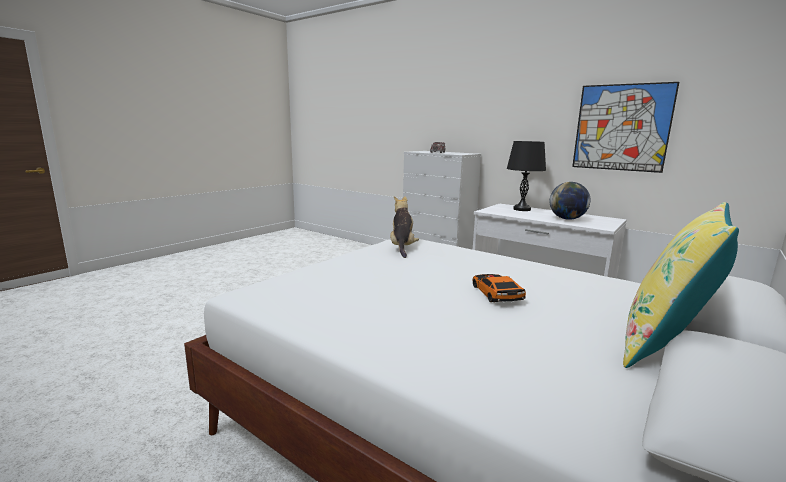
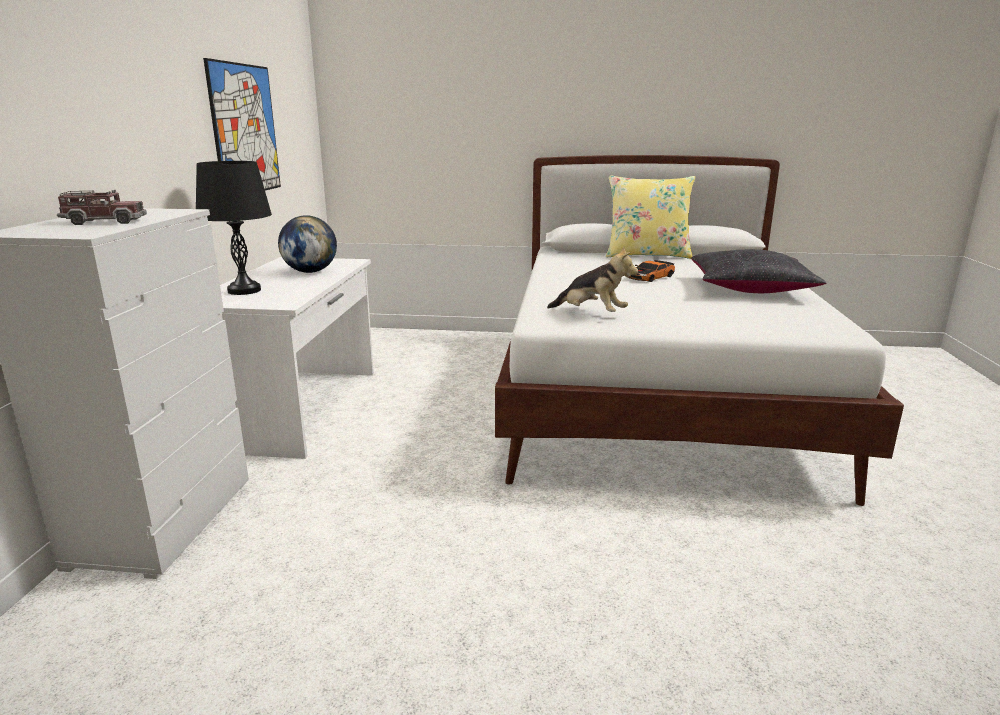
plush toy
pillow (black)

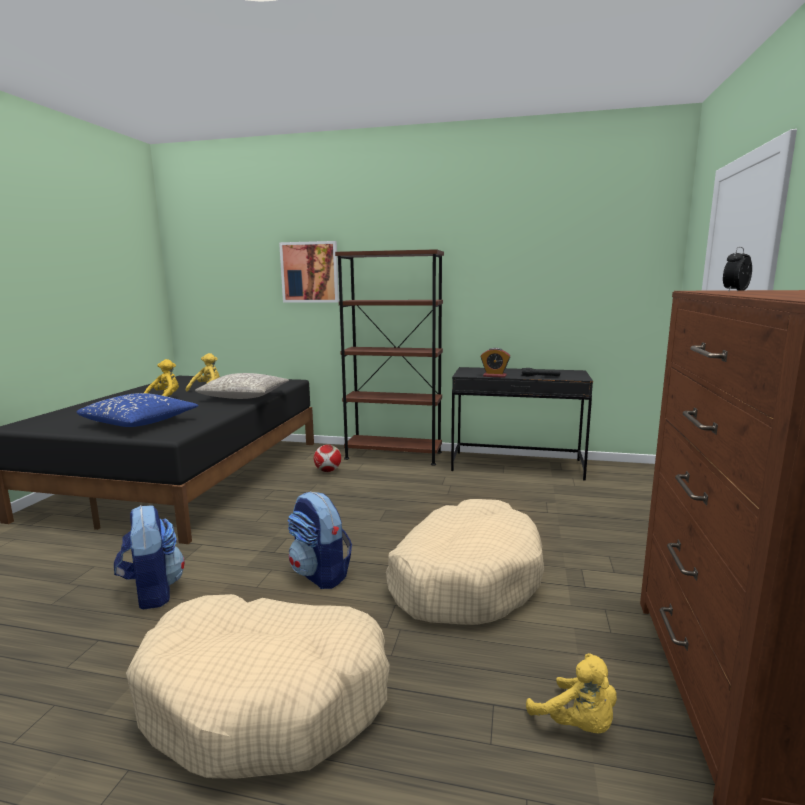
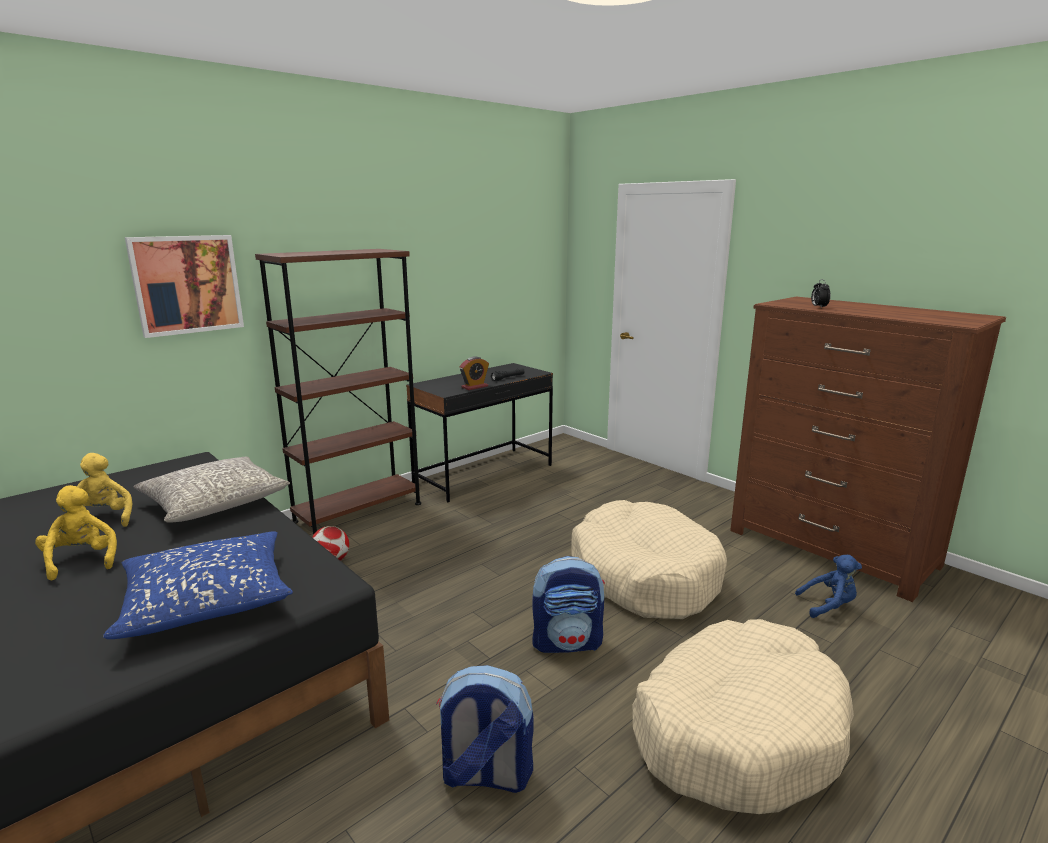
plush toy (blue)

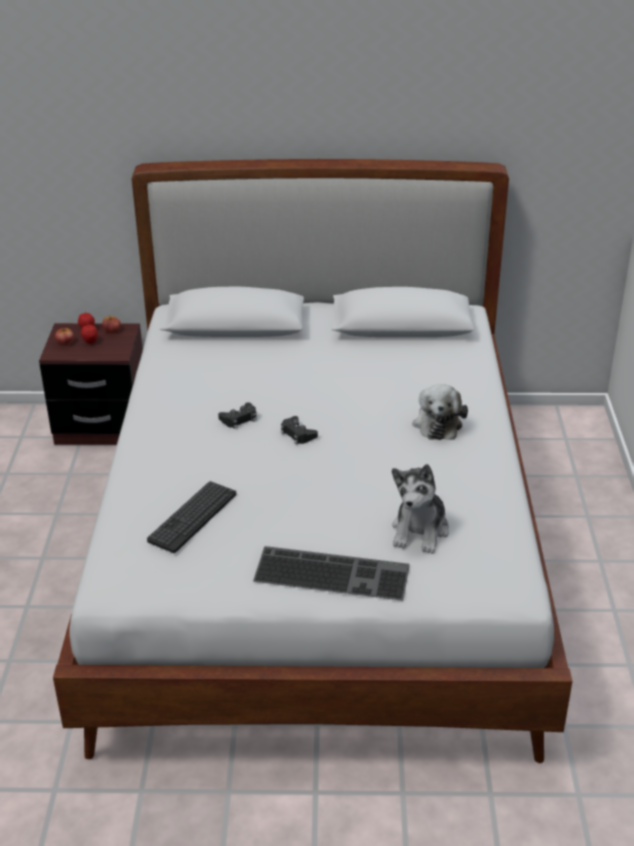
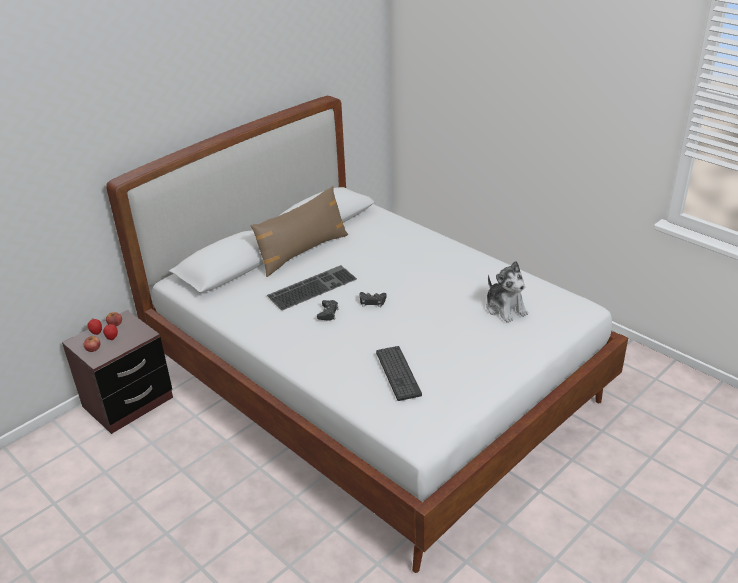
plush toy (no. 2 from left in the first image)
PC keyboard (no. 1 from left)
pillow (brown-coloured)

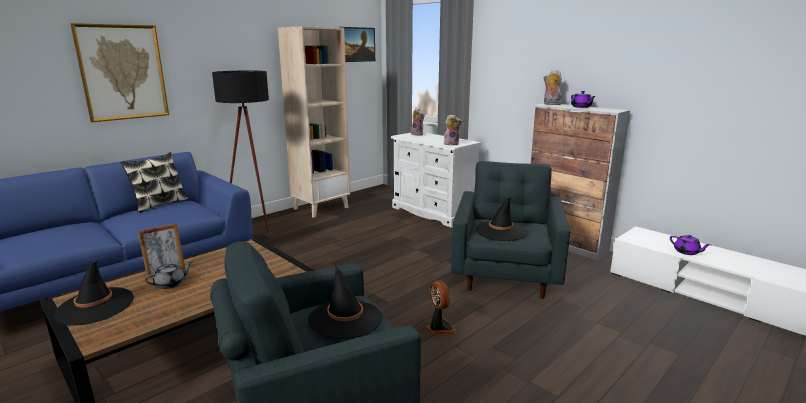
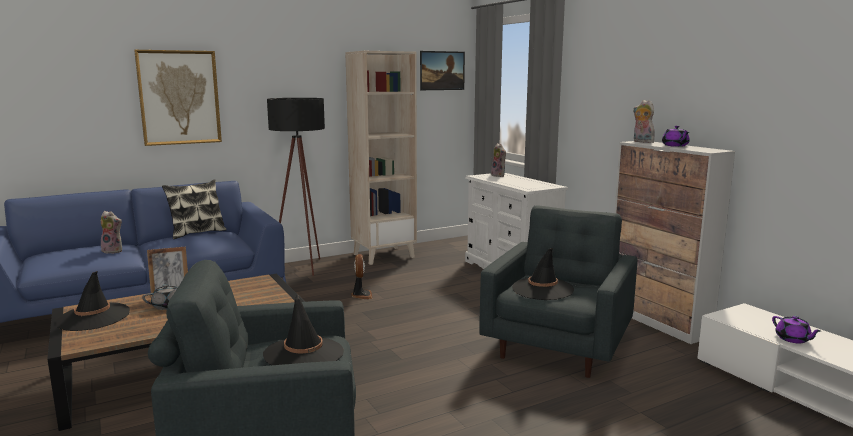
plush toy (no. 1 from left)
electric fan

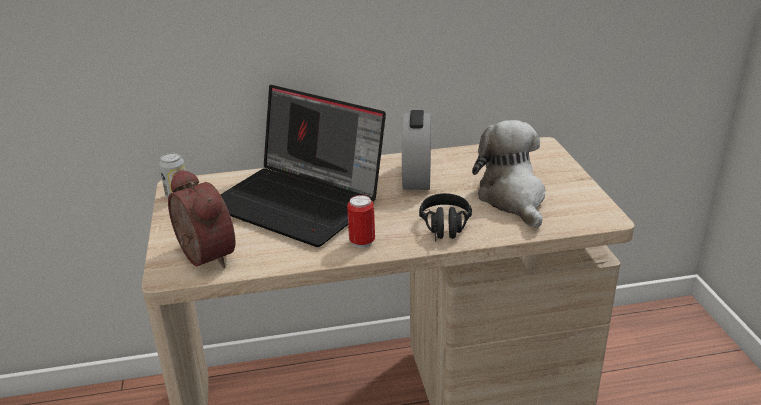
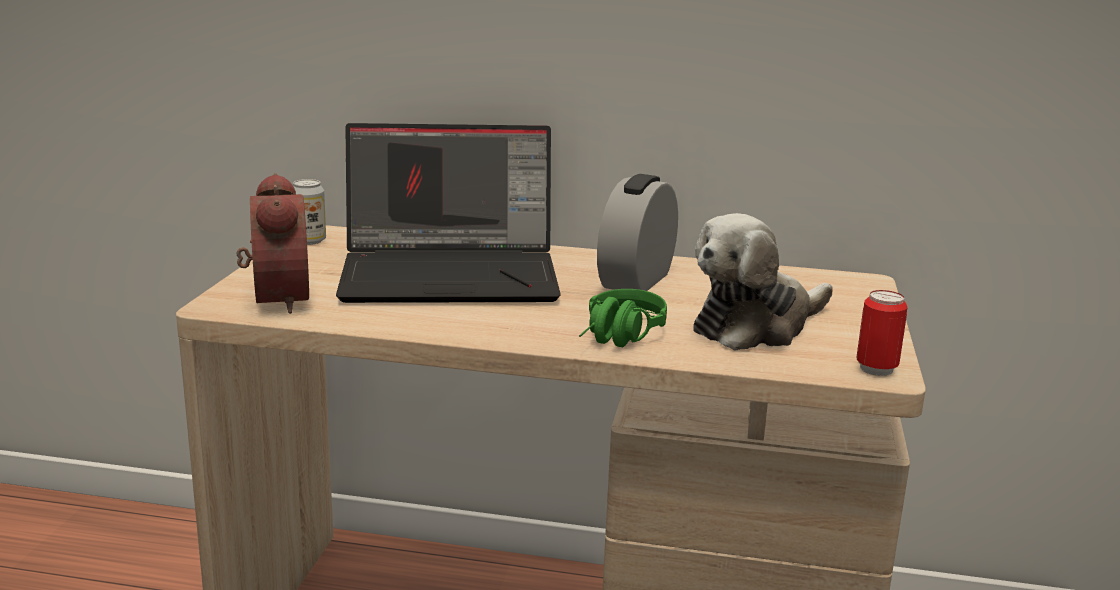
laptop
plush toy
pair of headphones (greenish)
metal can (no. 2 from left)

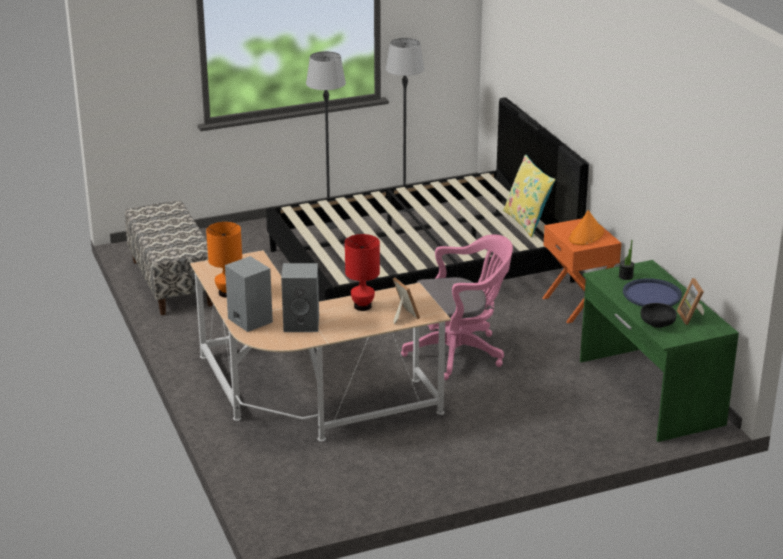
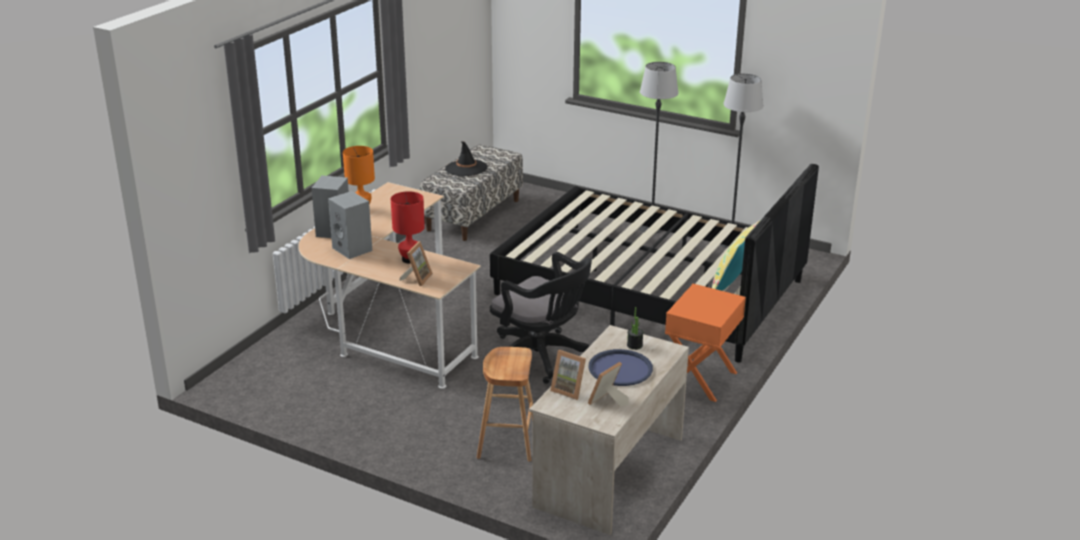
hat (orangey)
computer chair (black)
desk unit (beige) (no. 2 from left)
standing frame (no. 2 from left)
hat (black)
stool seat (brown-coloured)

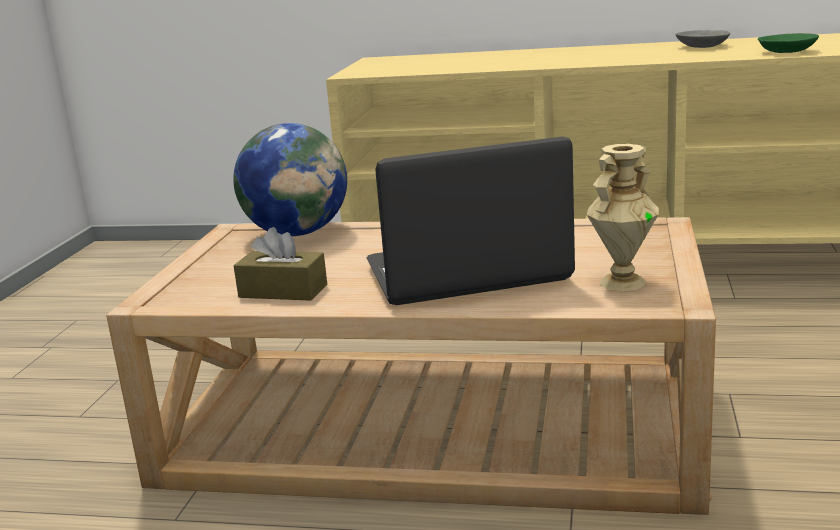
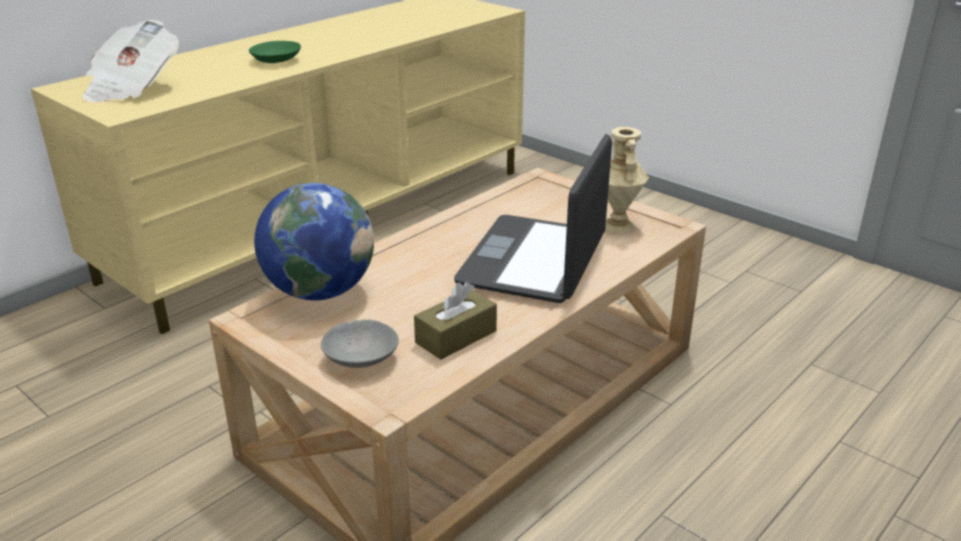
deep dish (grey)
deep dish (greenish)
printed paper

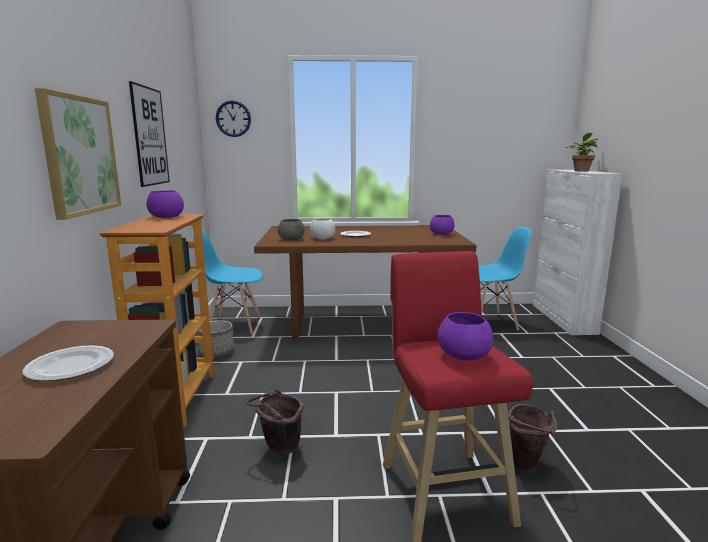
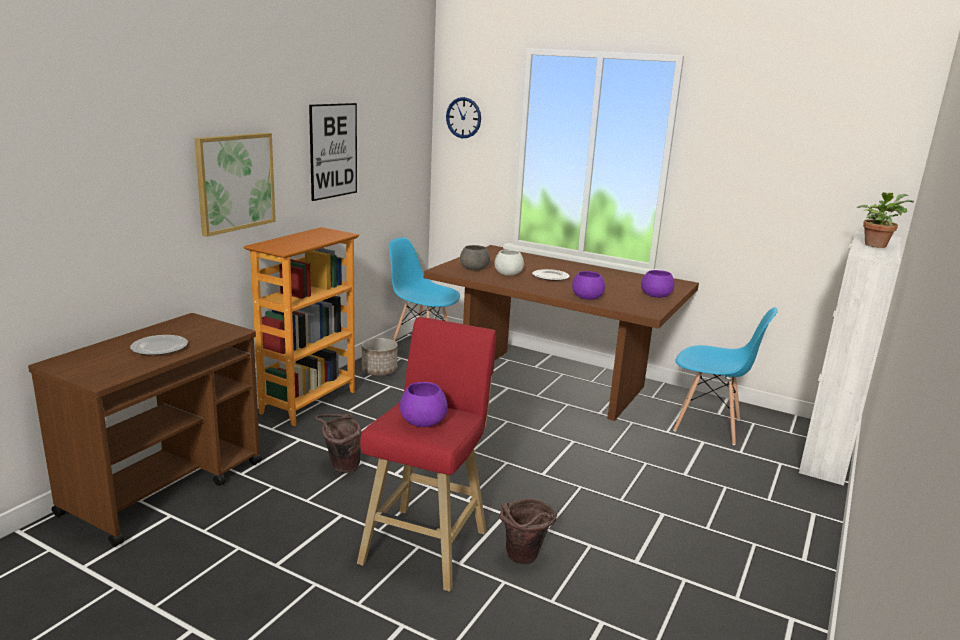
deep dish (purplish) (no. 2 from left)

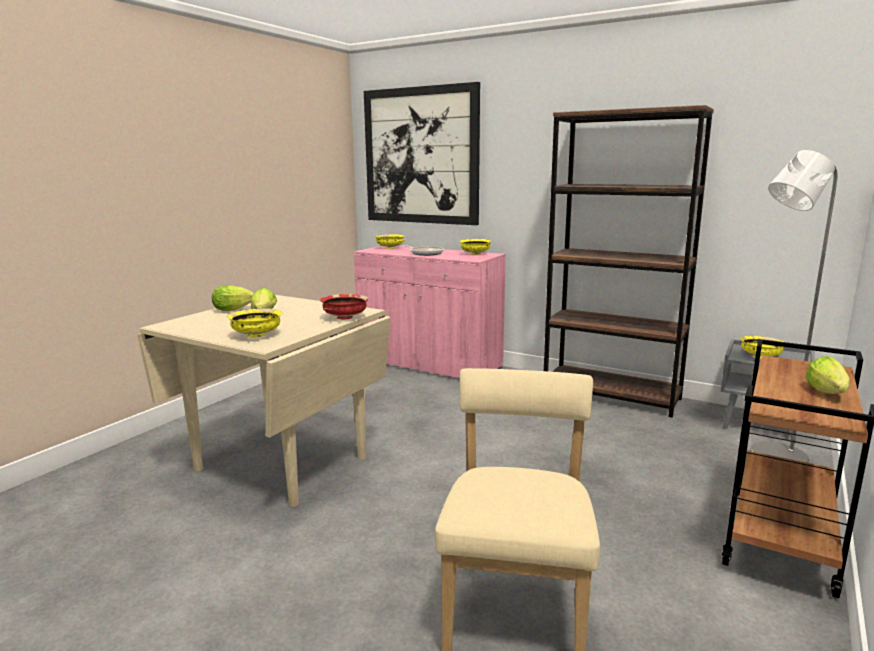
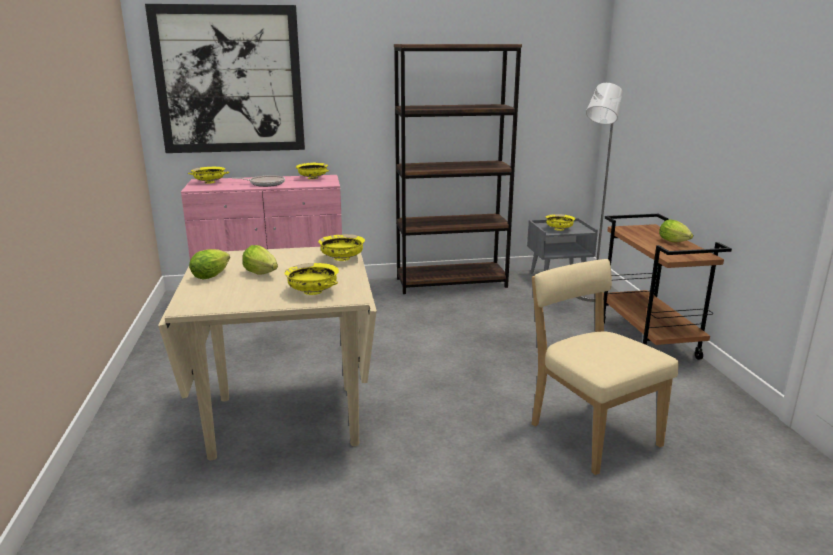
deep dish (yellow-coloured) (no. 4 from left)

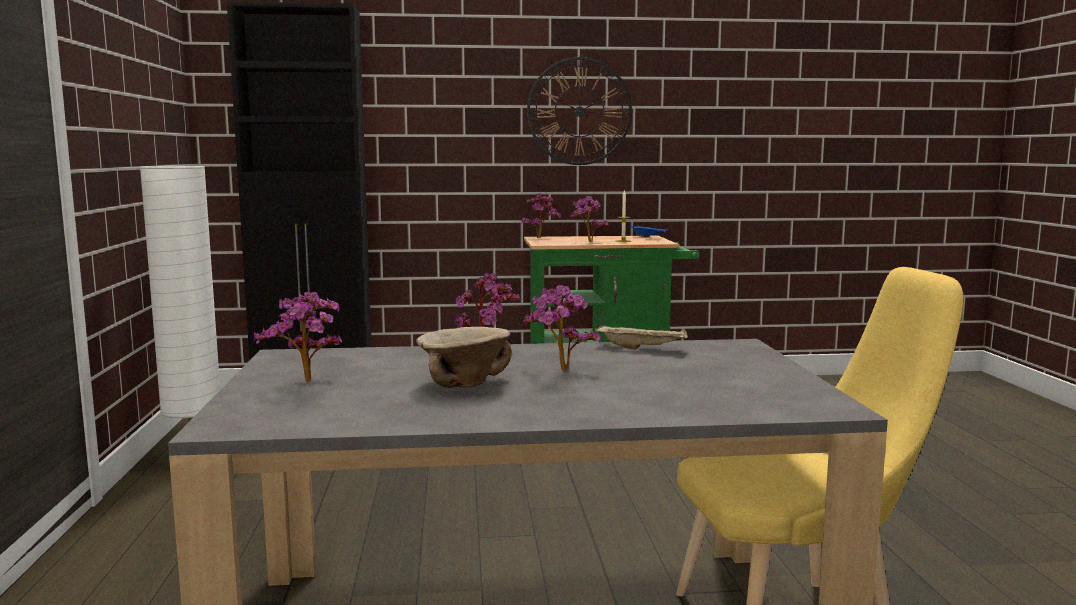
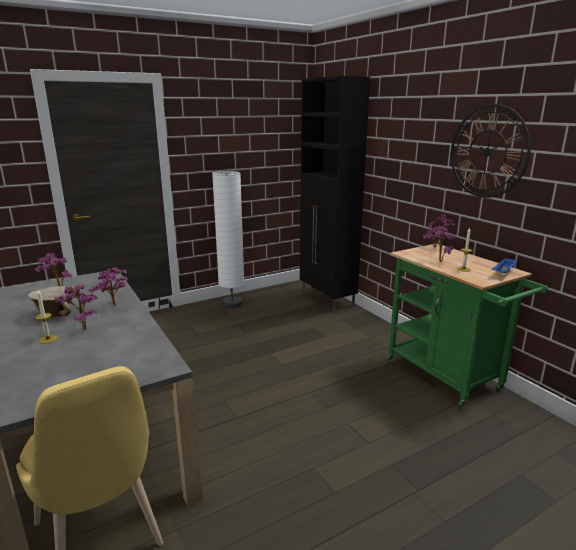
tray (beige)
candle (no. 1 from left)

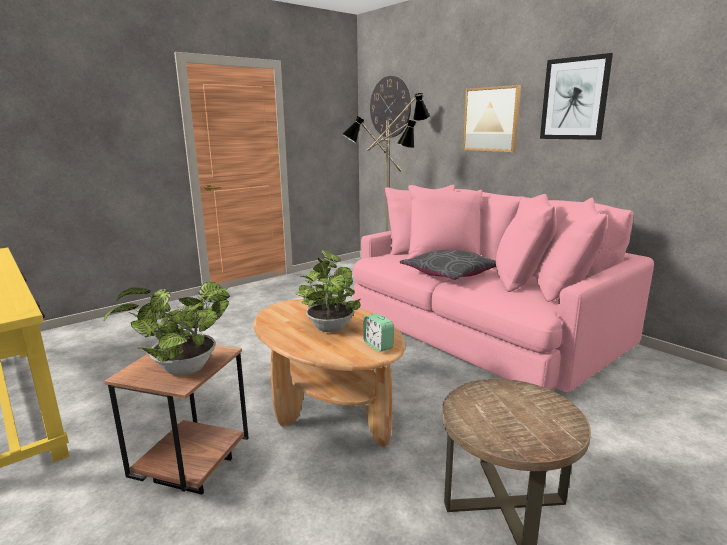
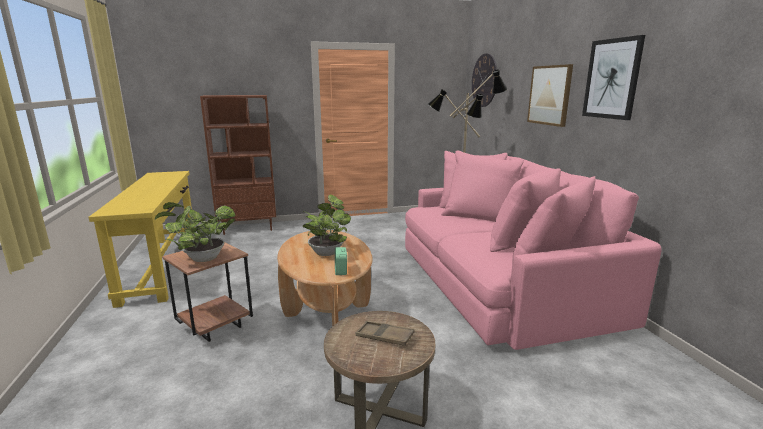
pillow (grey)
bookcase (brown-coloured)
tray (brown-coloured)

